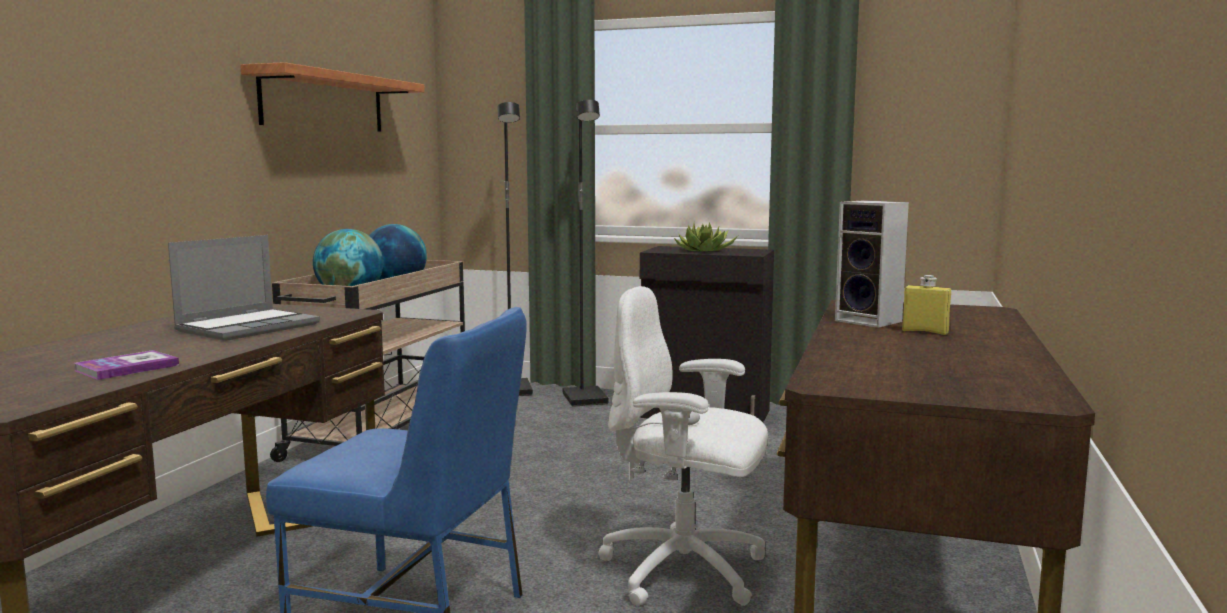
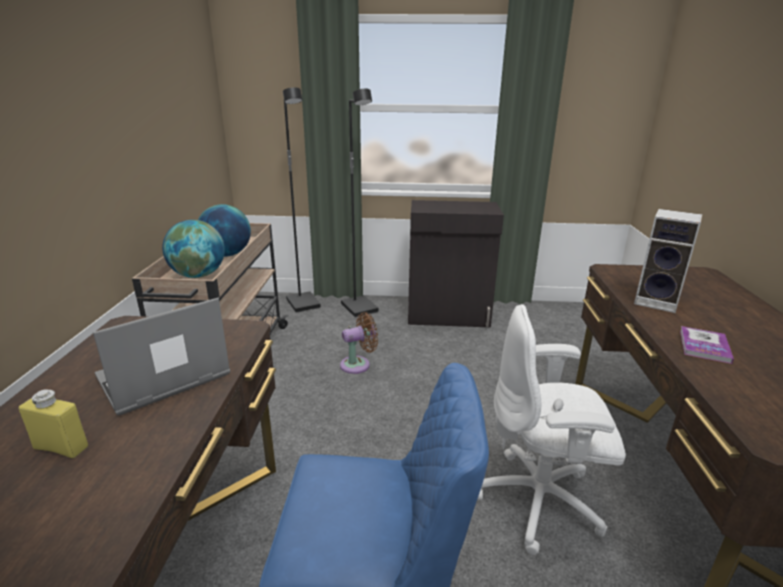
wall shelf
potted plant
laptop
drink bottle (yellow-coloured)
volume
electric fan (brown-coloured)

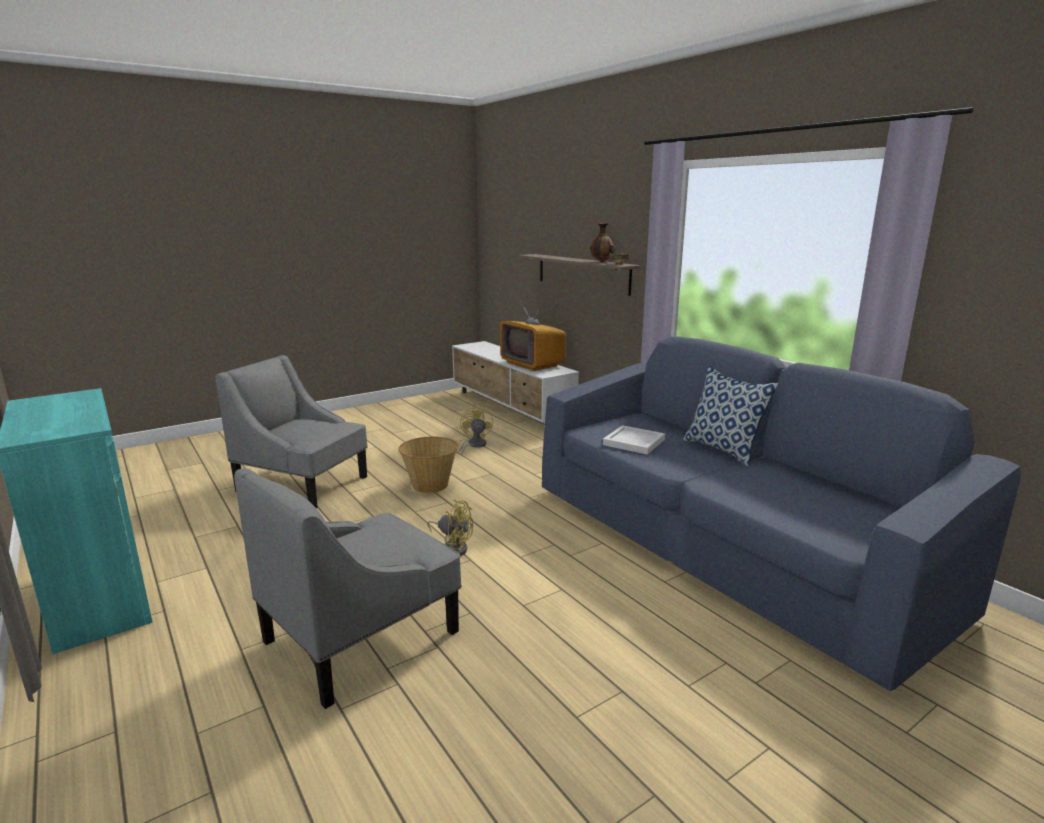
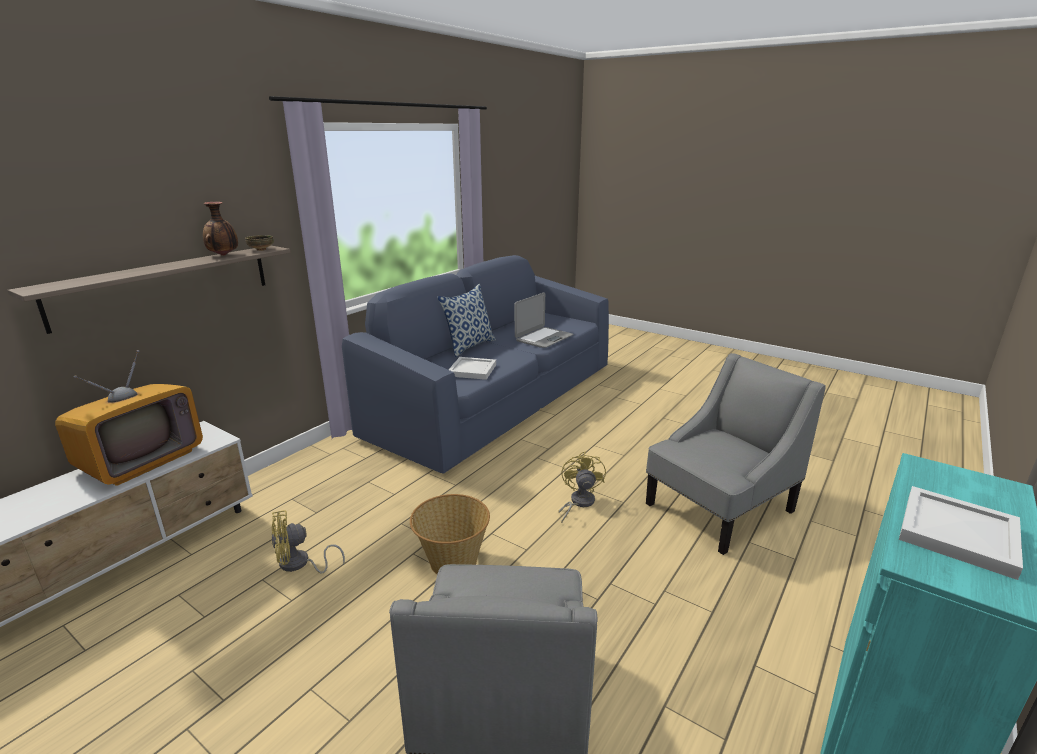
lounge chair (grey) (no. 2 from left)
laptop
tray (white-coloured) (no. 2 from left)

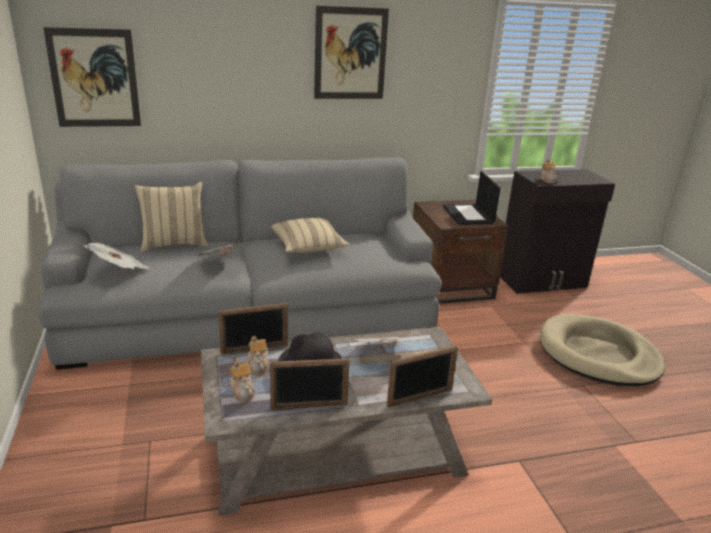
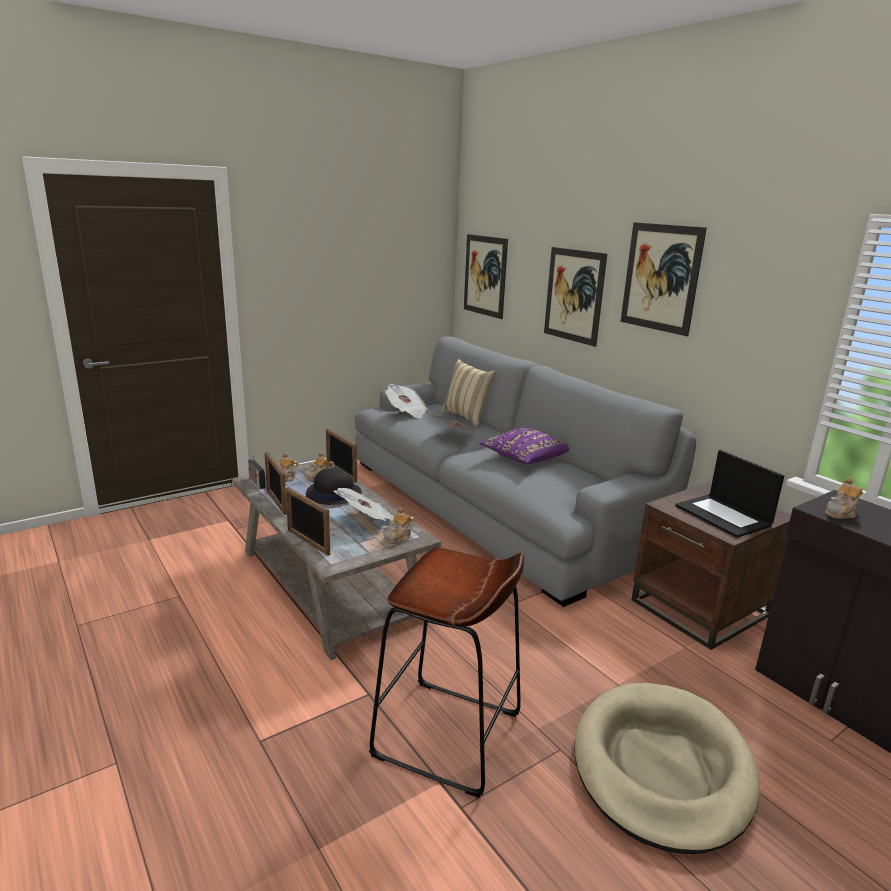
laptop
pillow (purplish)
wall picture (no. 2 from left)
radio receiver
teapot (no. 3 from left)
stool seat (brown-coloured)

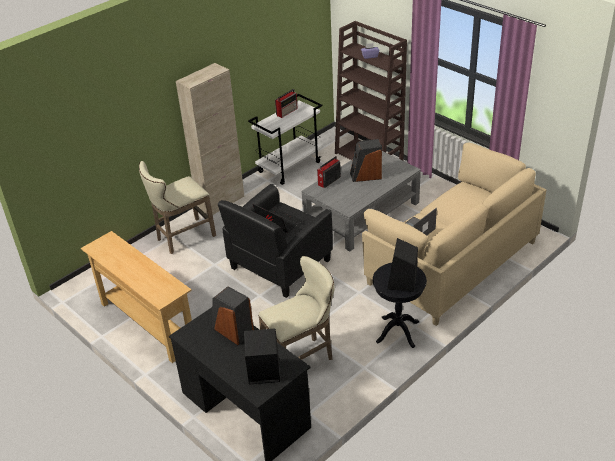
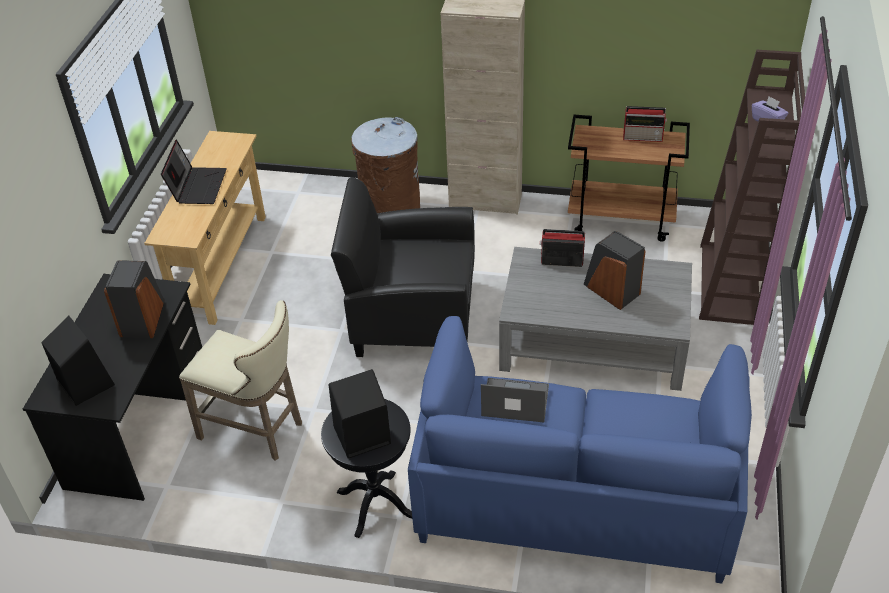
wheeled cart (brown-coloured)
couch (blue)
rubbish bin (brown-coloured)
laptop (no. 1 from left)

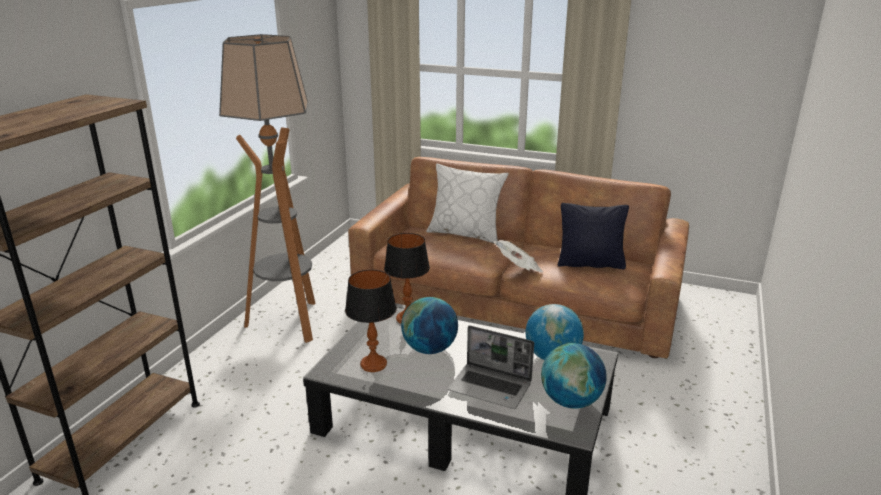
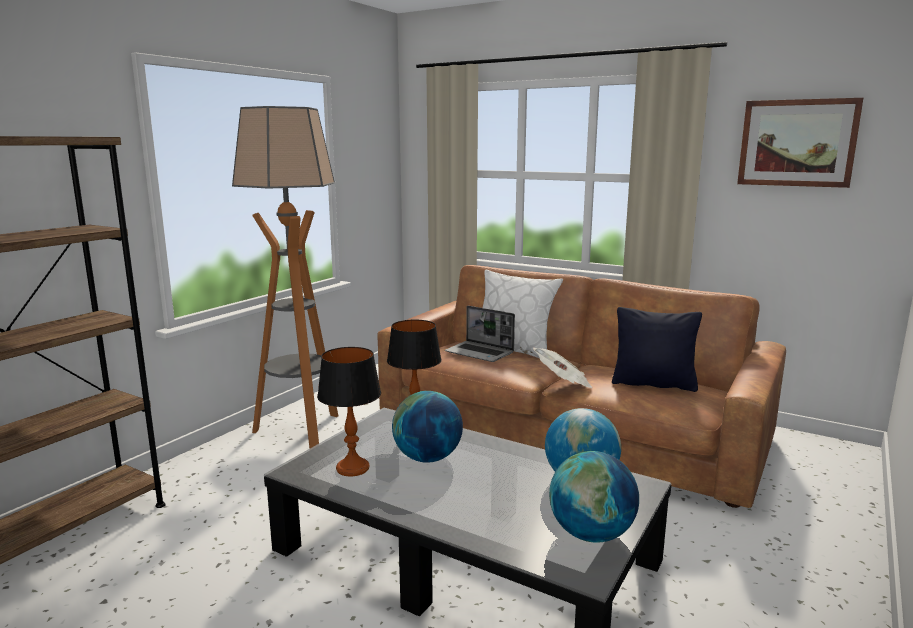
laptop
wall picture

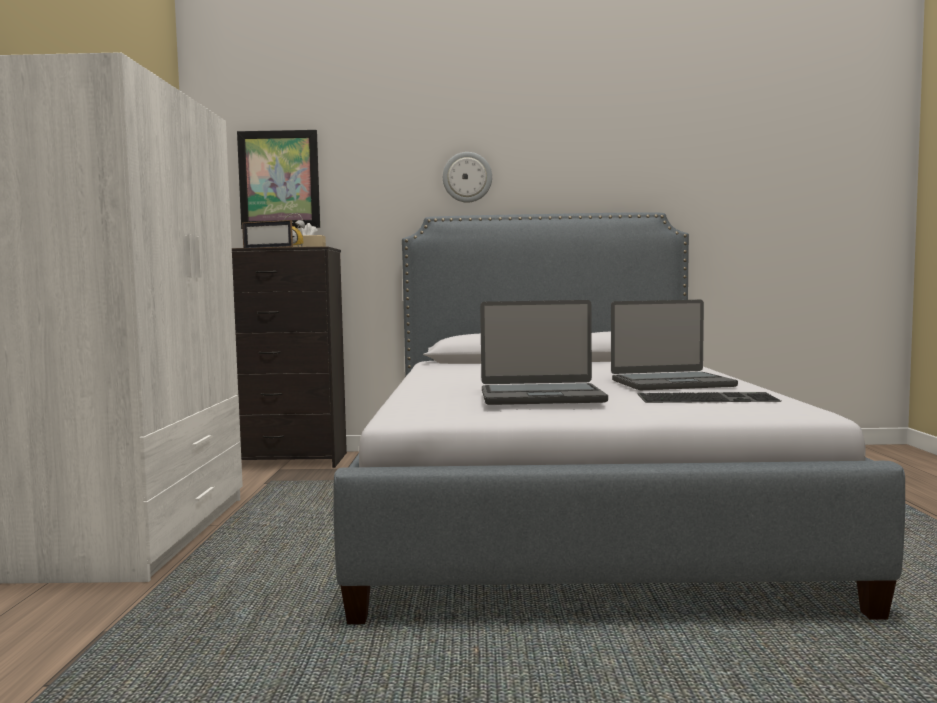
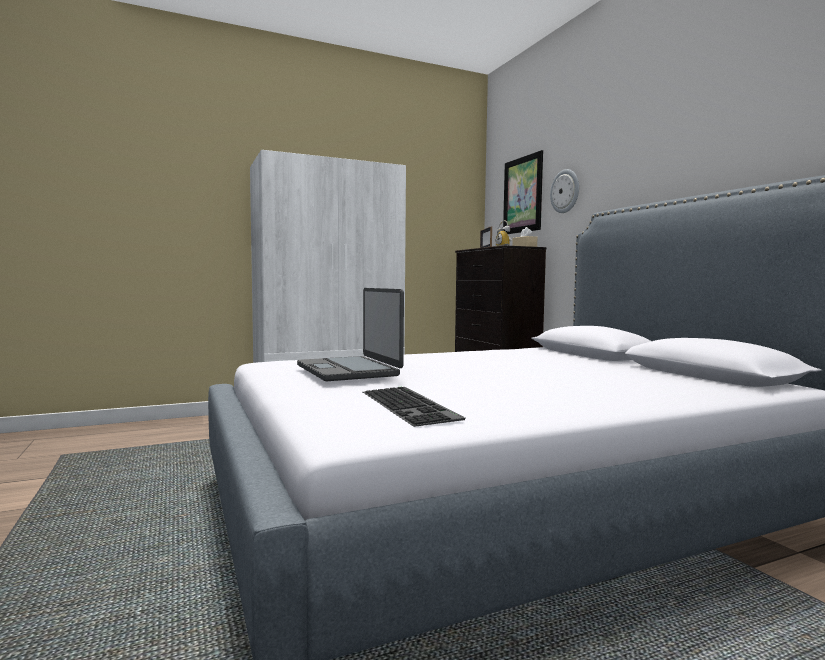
wall clock
laptop (no. 2 from left in the first image)

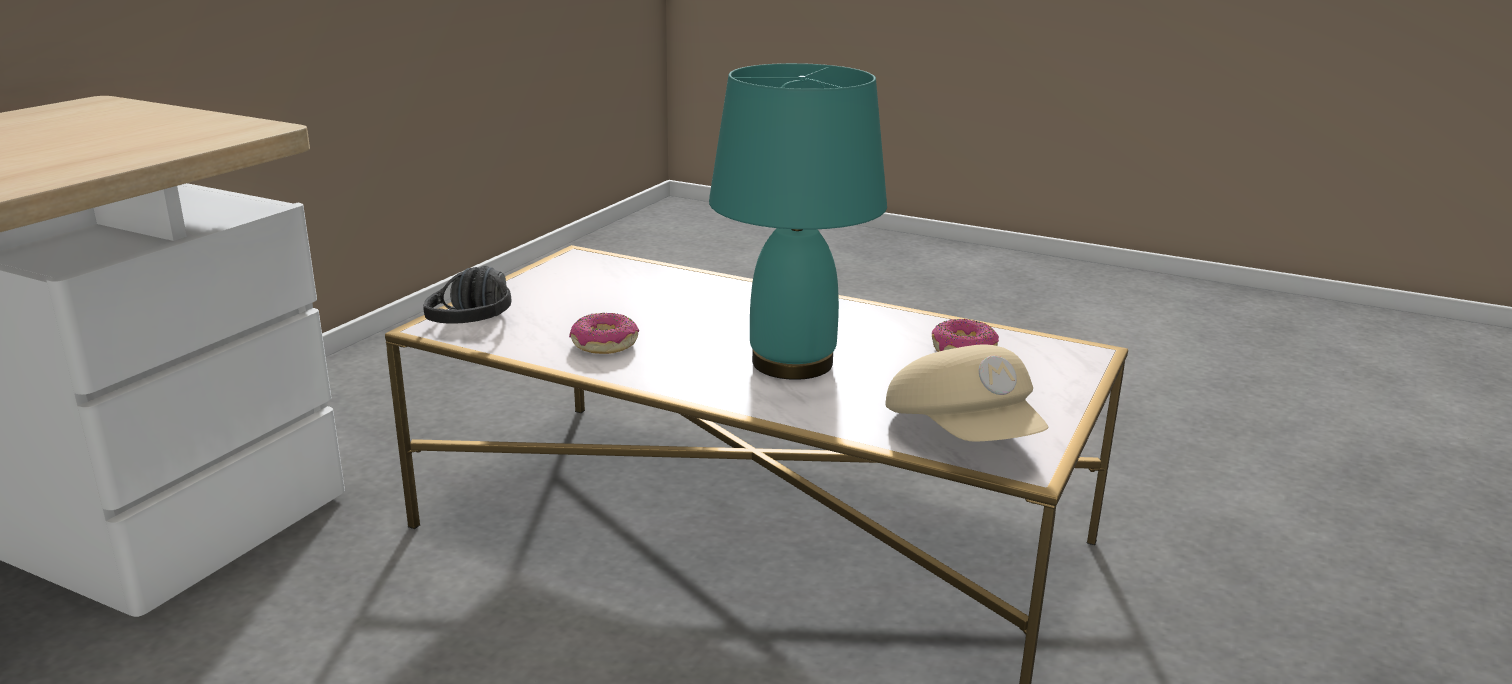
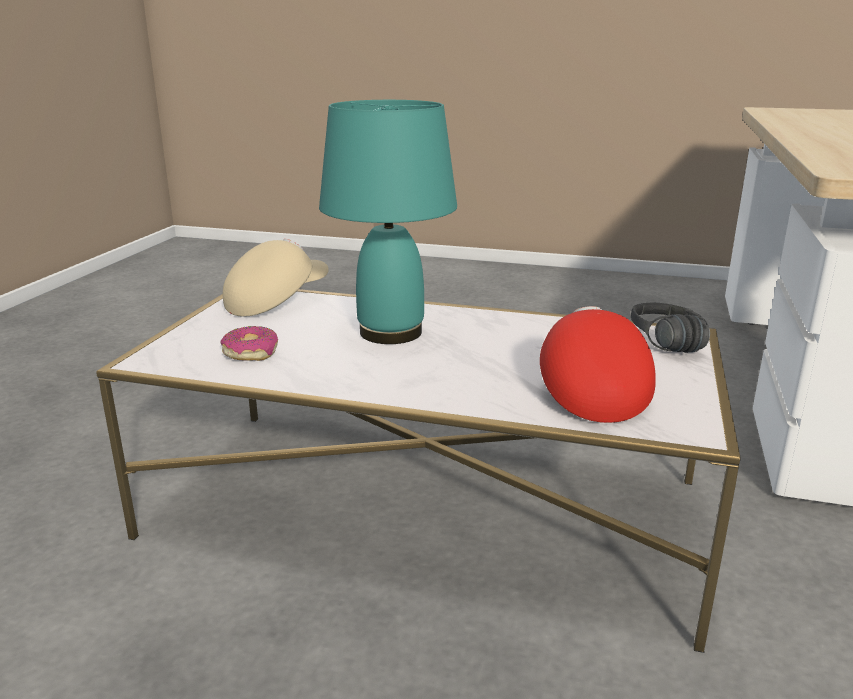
doughnut (no. 1 from left in the first image)
cap (beige)
cap (reddish)

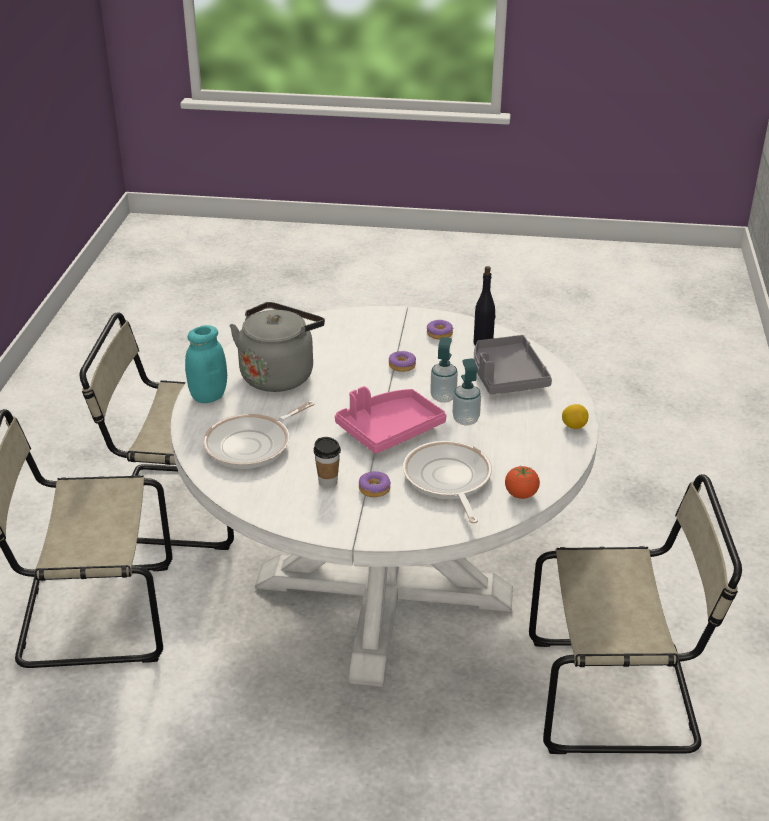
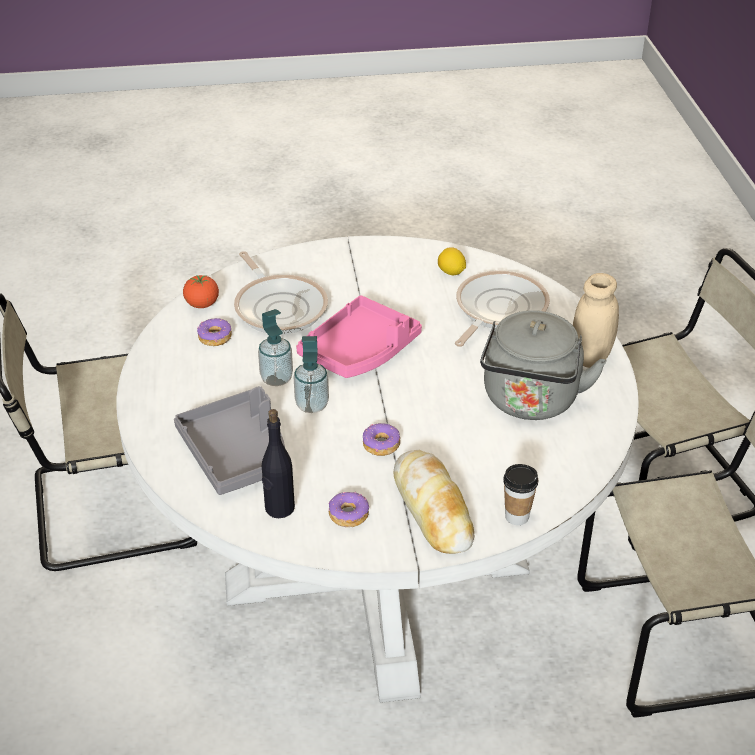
preserve jar (beige)
citrus fruit
drinking cup
doughnut (no. 1 from left)
bread

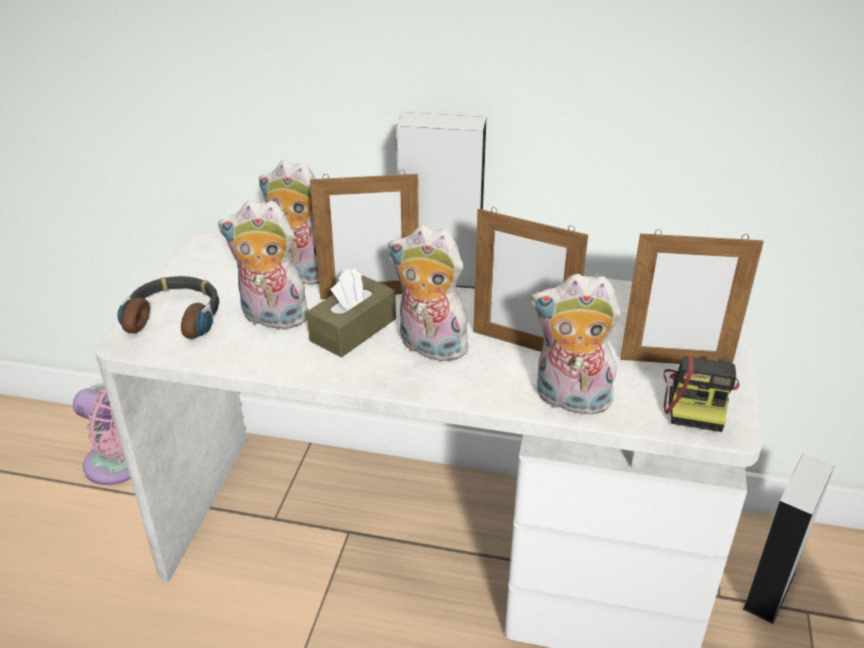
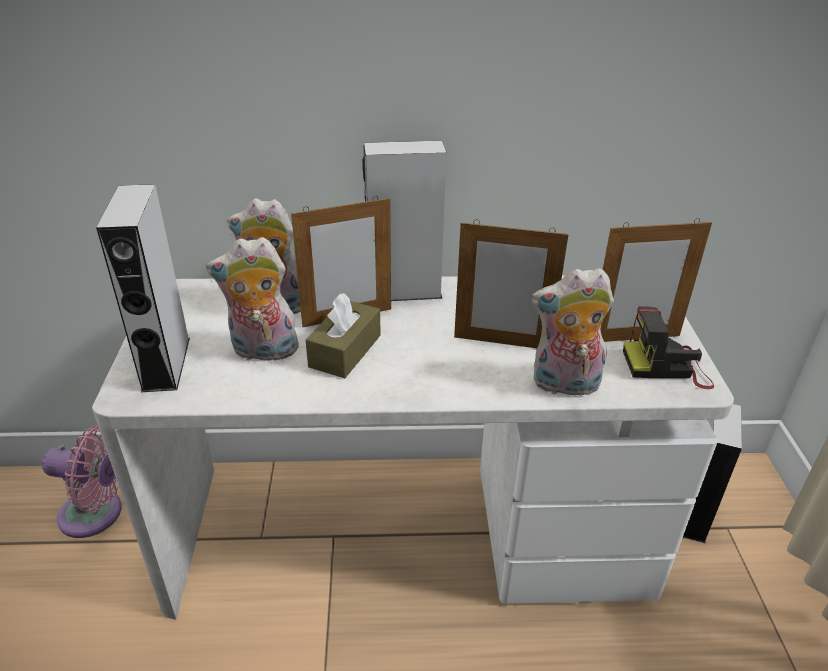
plush toy (no. 3 from left in the first image)
audio speaker (grey) (no. 1 from left)
still camera

